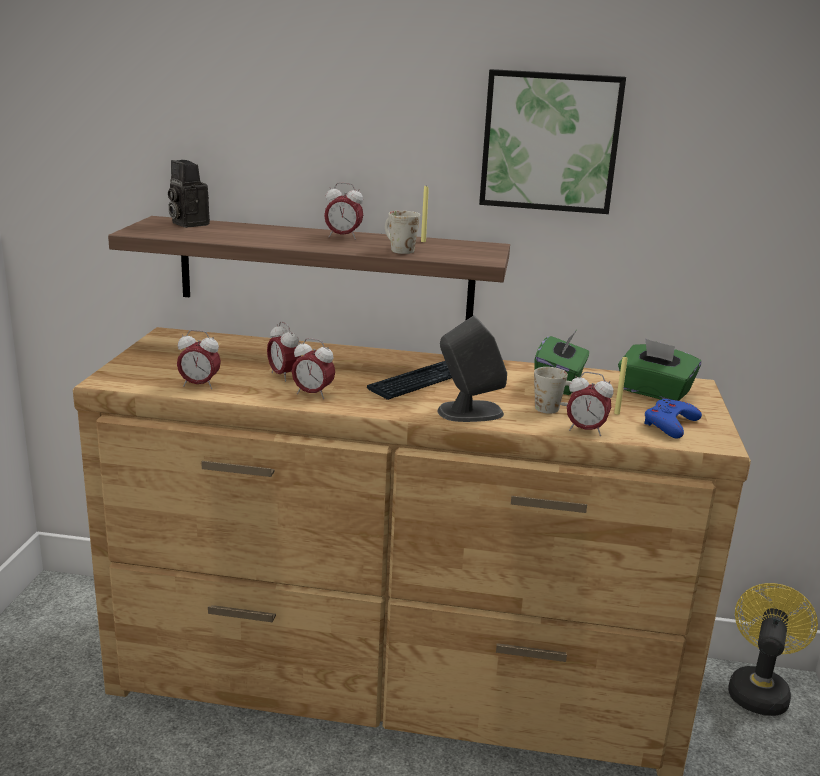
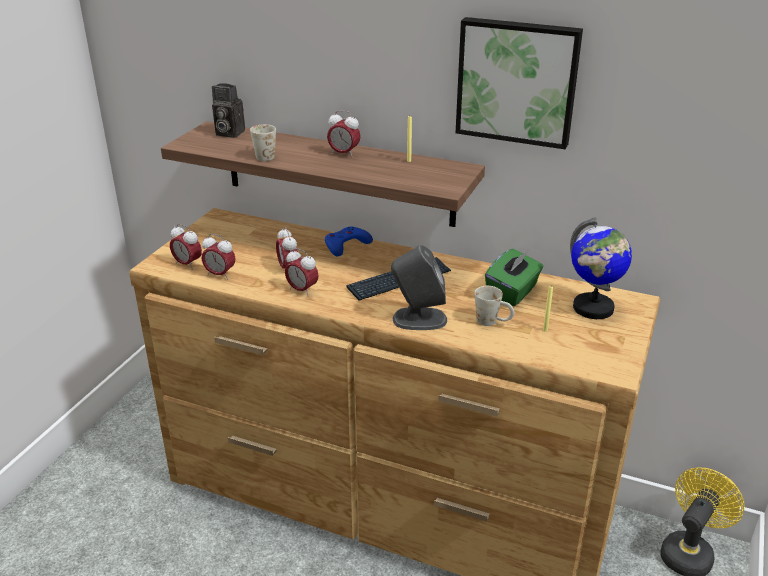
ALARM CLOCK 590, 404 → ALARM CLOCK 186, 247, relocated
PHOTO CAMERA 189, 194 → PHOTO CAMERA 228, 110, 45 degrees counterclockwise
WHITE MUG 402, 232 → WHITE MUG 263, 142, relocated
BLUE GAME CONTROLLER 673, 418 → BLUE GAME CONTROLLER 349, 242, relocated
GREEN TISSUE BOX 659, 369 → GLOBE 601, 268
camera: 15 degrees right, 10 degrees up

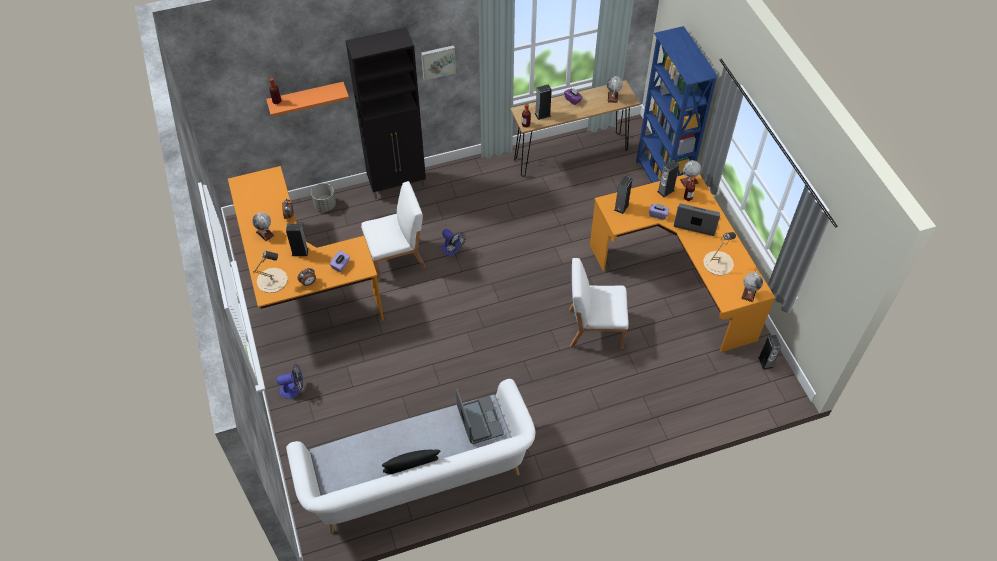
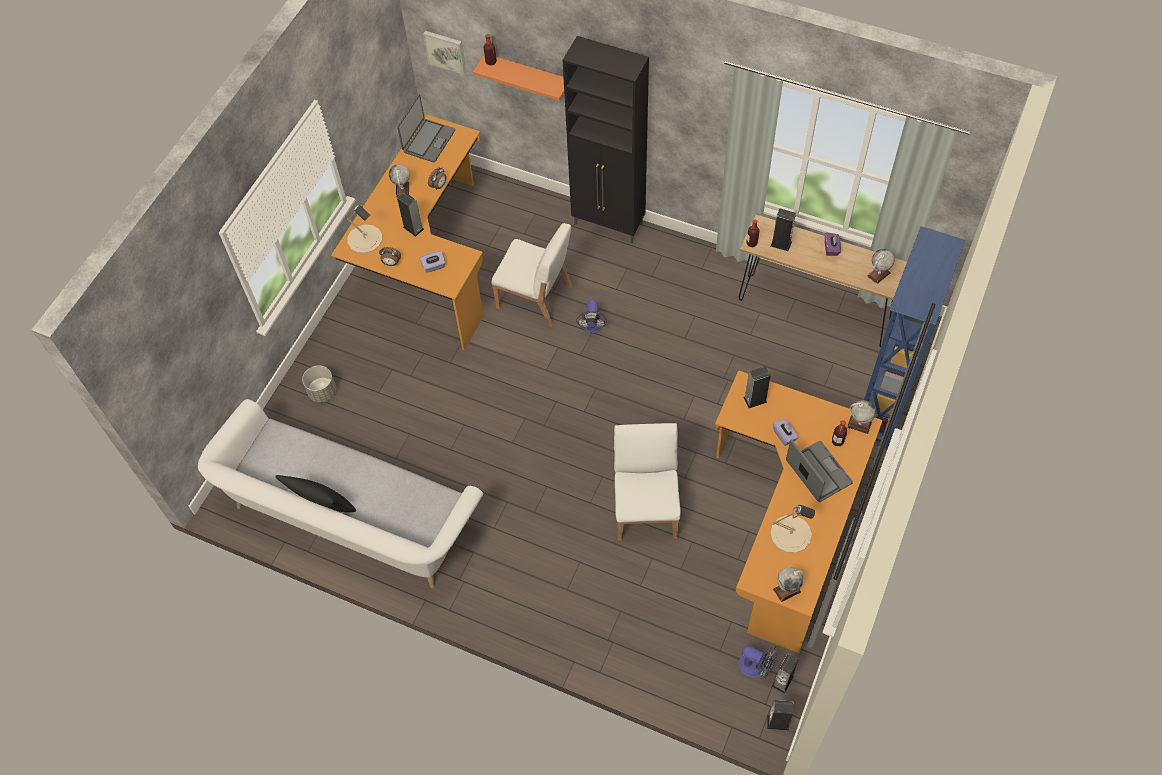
GREY PLANTER 323, 197 → GREY PLANTER 319, 384, relocated
LAPTOP 480, 416 → LAPTOP 426, 128, relocated
PICTURE 438, 63 → PICTURE 444, 52, relocated
WHITE CHAIR 599, 303 → WHITE CHAIR 647, 482, 45 degrees clockwise
FAN 290, 381 → FAN 758, 662, relocated
SPEAKER 668, 178 → SPEAKER 780, 715, relocated
camera: 45 degrees right, 5 degrees up

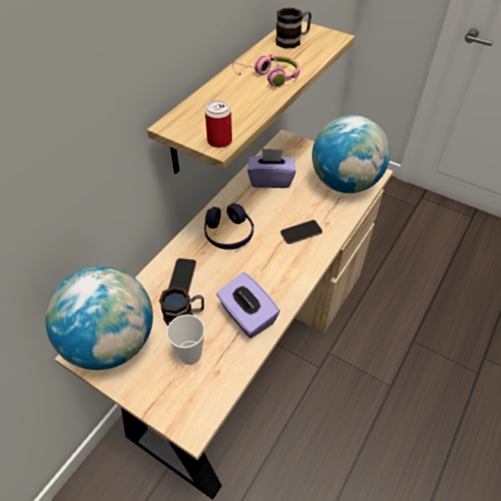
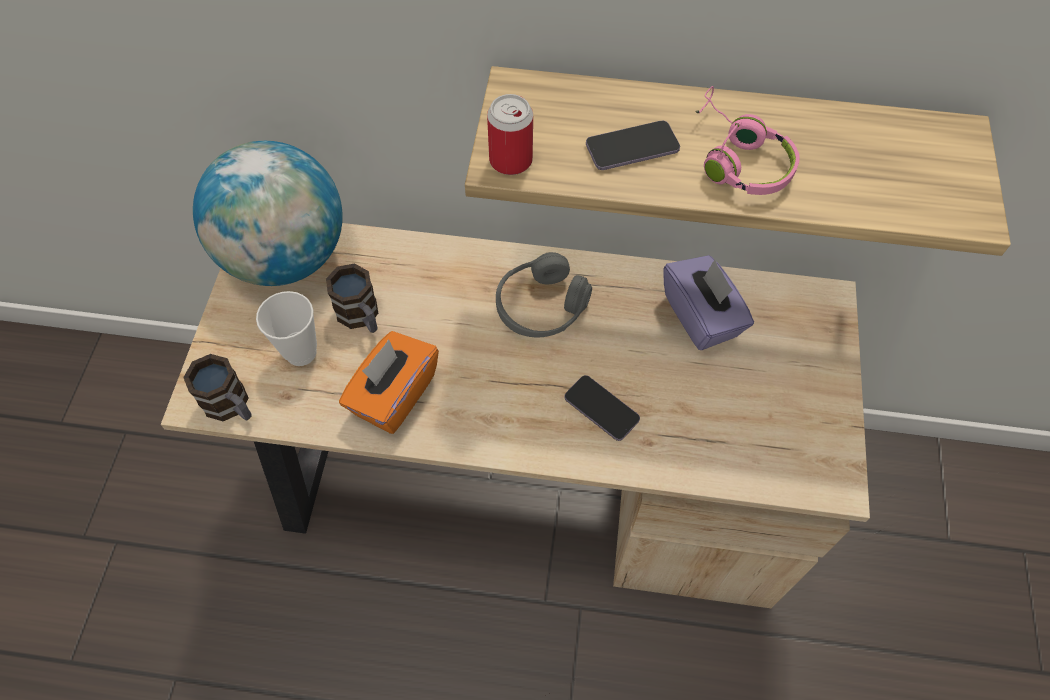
MUG 294, 28 → MUG 217, 387, relocated
PURPLE TISSUE BOX 248, 305 → ORANGE TISSUE BOX 389, 382
PURPLE HEADPHONES 229, 226 → GREY HEADPHONES 544, 295
PHONE 182, 275 → PHONE 633, 145, relocated
GLOBE 351, 154 → -
camera: 65 degrees right, 10 degrees up

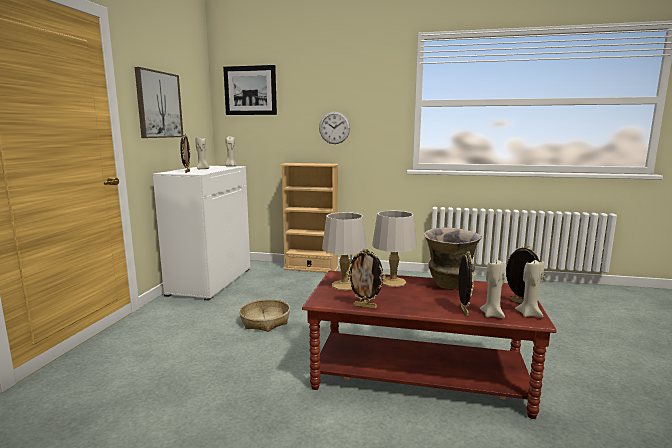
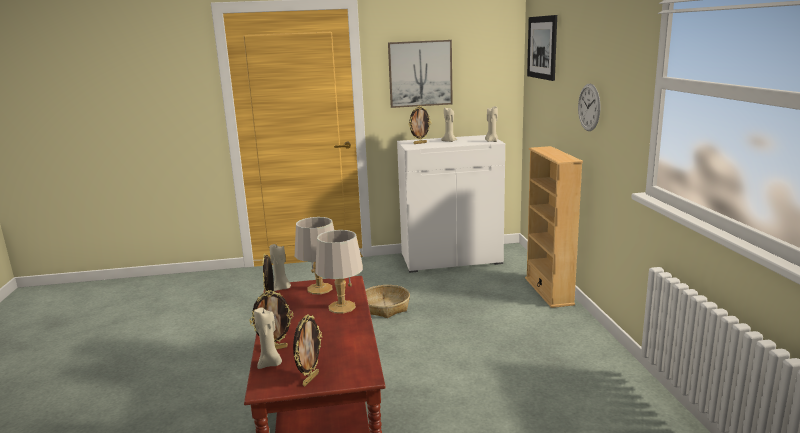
BEIGE CANDLE 529, 289 → BEIGE CANDLE 280, 267, relocated
VASE 453, 258 → -
camera: 70 degrees right, 5 degrees up

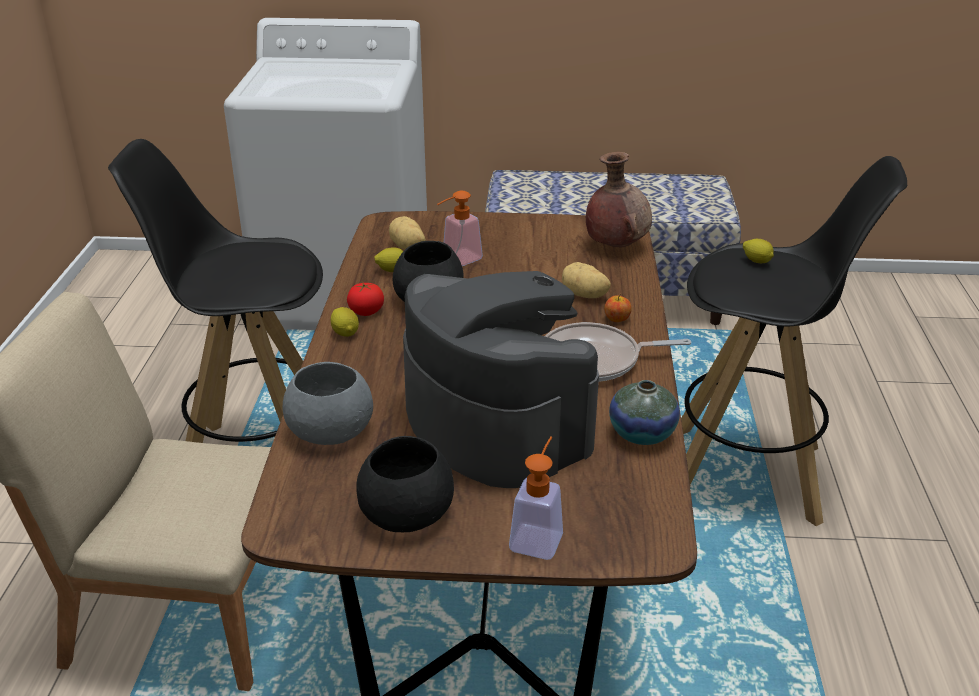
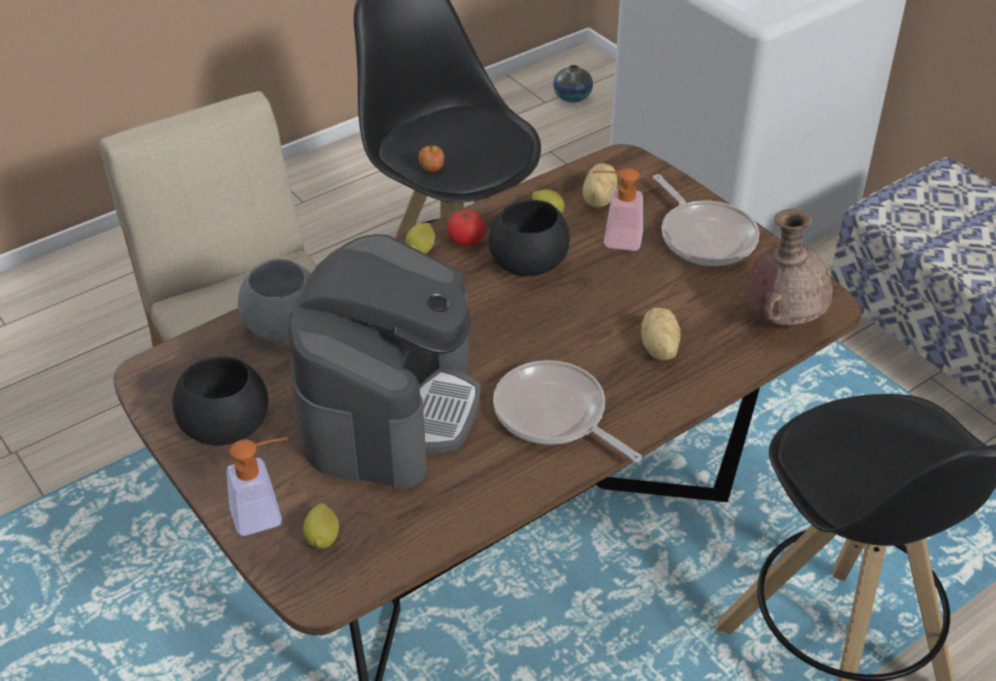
LEMON 758, 251 → LEMON 321, 526, relocated
APPLE 618, 307 → APPLE 431, 158, relocated
VASE 644, 412 → VASE 573, 84, relocated
- → FRYING PAN 706, 220
camera: 50 degrees right, 10 degrees up

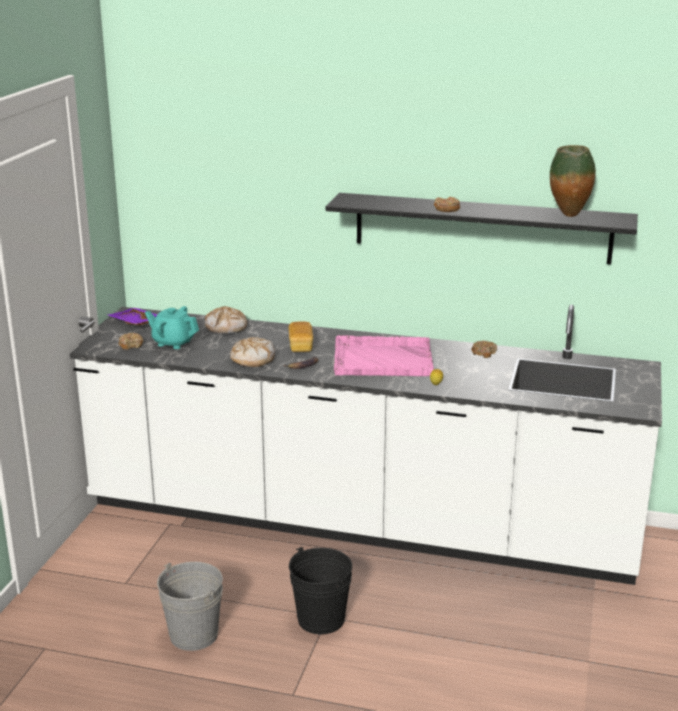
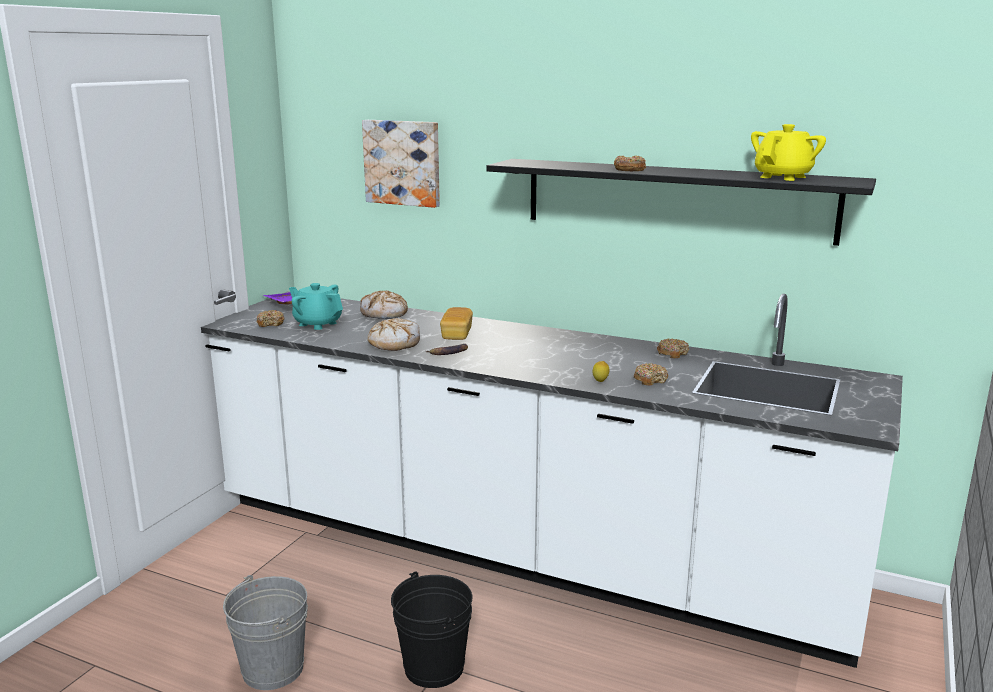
- → PICTURE 401, 164
- → DONUT 651, 374
VASE 573, 181 → YELLOW TEAPOT 788, 152
PINK TRAY 384, 355 → -
camera: 10 degrees right, 5 degrees down

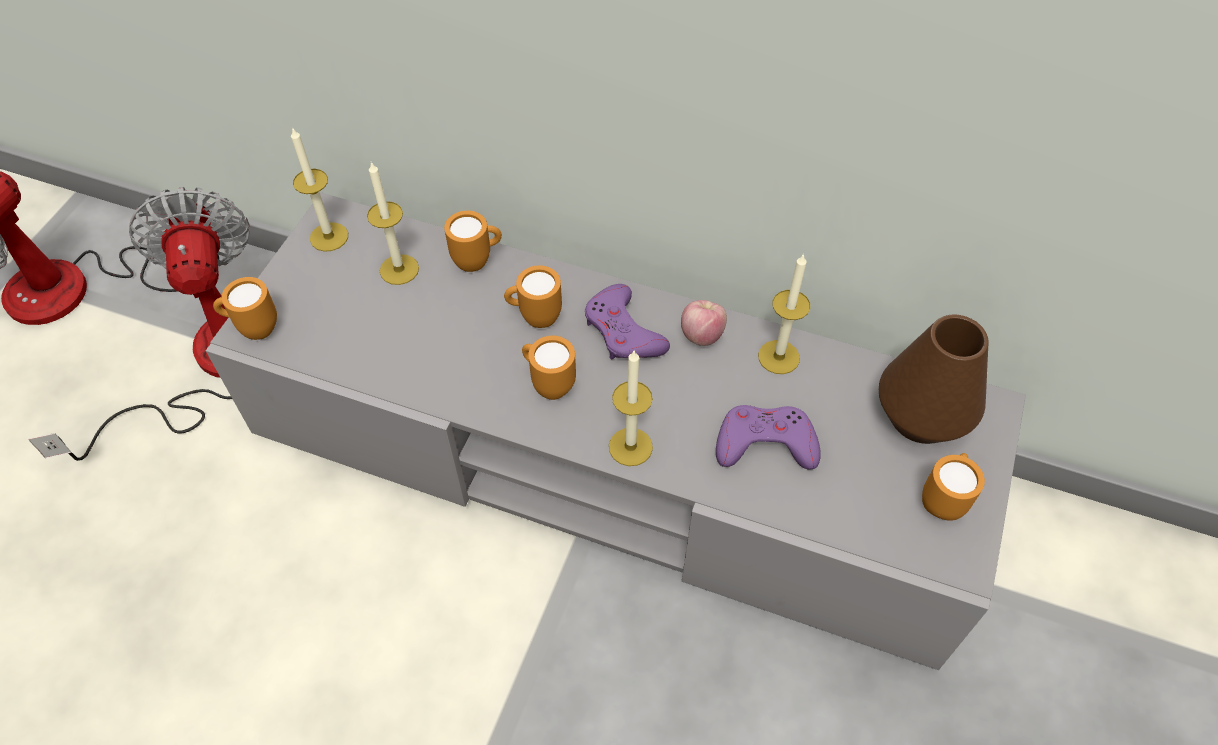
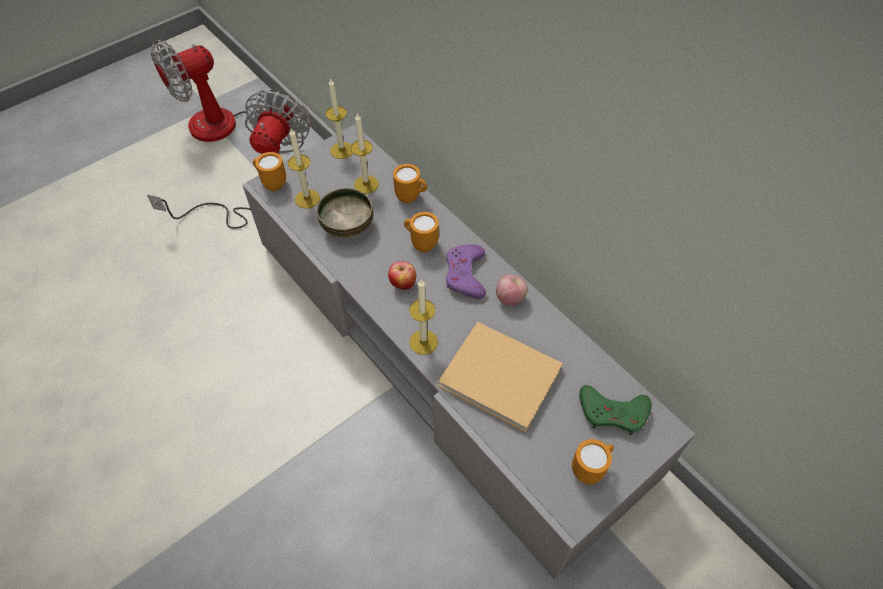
CANDLE 784, 313 → CANDLE 304, 168, relocated
- → BOWL 345, 213
ORANGE MUG 549, 368 → APPLE 402, 275
PURPLE GAME CONTROLLER 768, 437 → BEIGE BOOK 500, 377
BROWN VASE 934, 379 → GREEN GAME CONTROLLER 615, 410
camera: 30 degrees right, 0 degrees up

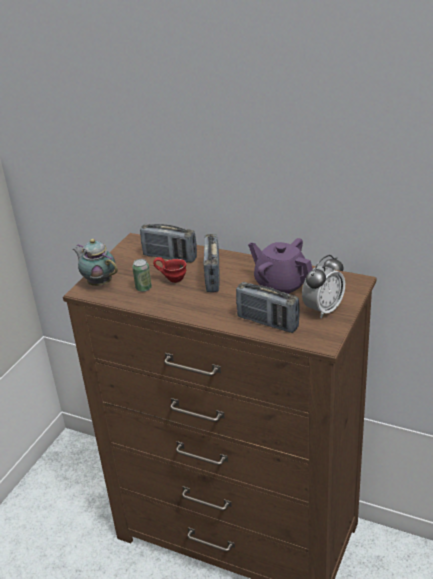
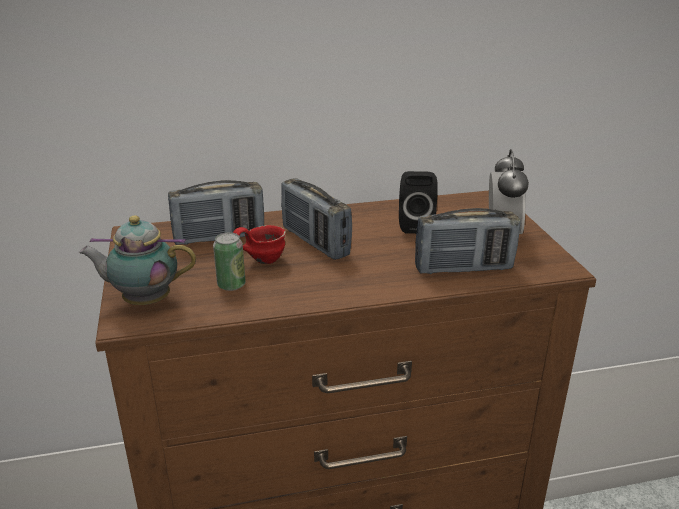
PURPLE TEAPOT 280, 266 → BLACK SPEAKER 418, 202
camera: 40 degrees left, 5 degrees down

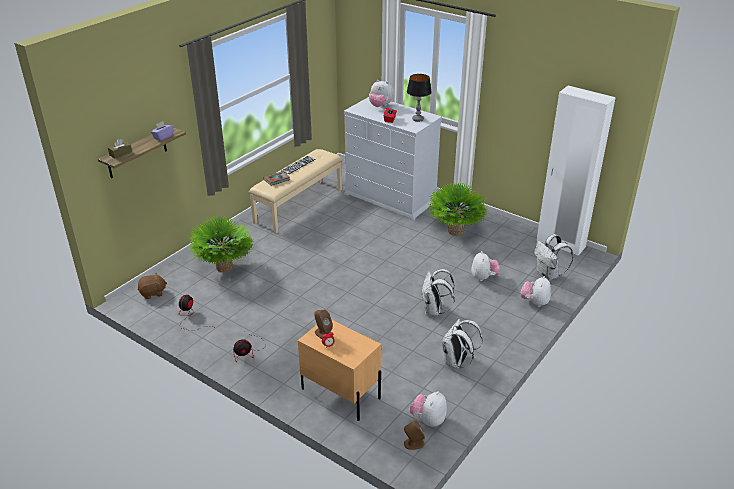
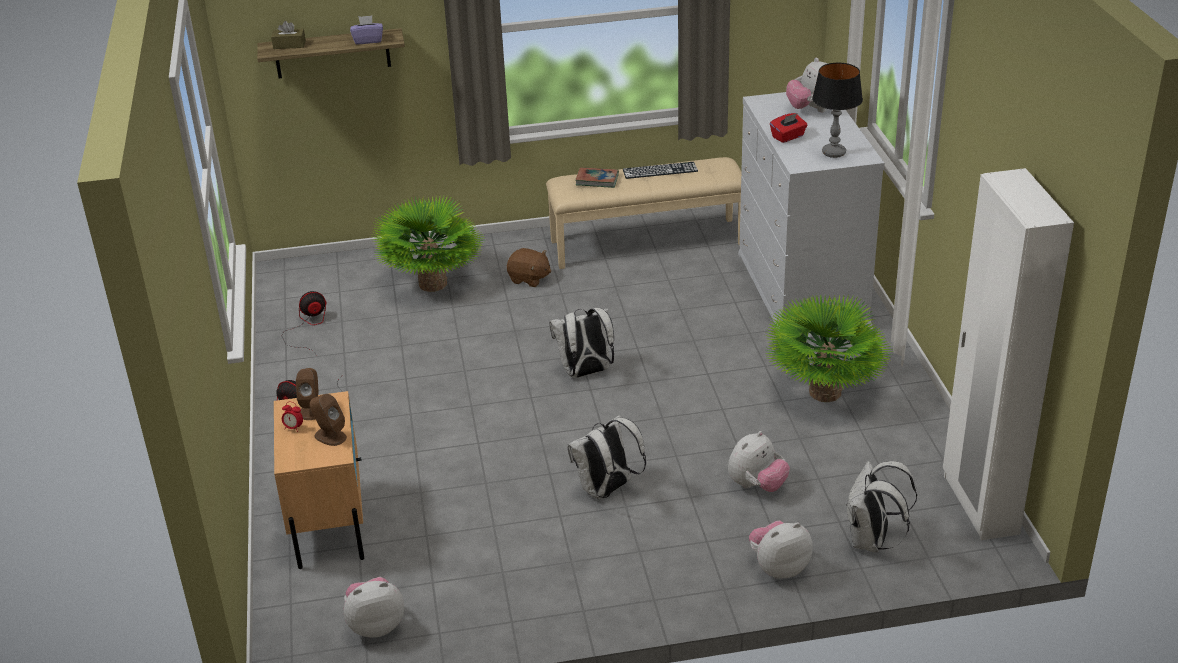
BROWN SPEAKER 414, 435 → BROWN SPEAKER 328, 420, relocated
BROWN PLUSH TOY 152, 286 → BROWN PLUSH TOY 529, 267, relocated
WHITE BACKPACK 462, 344 → WHITE BACKPACK 581, 343, relocated
camera: 45 degrees right, 0 degrees up

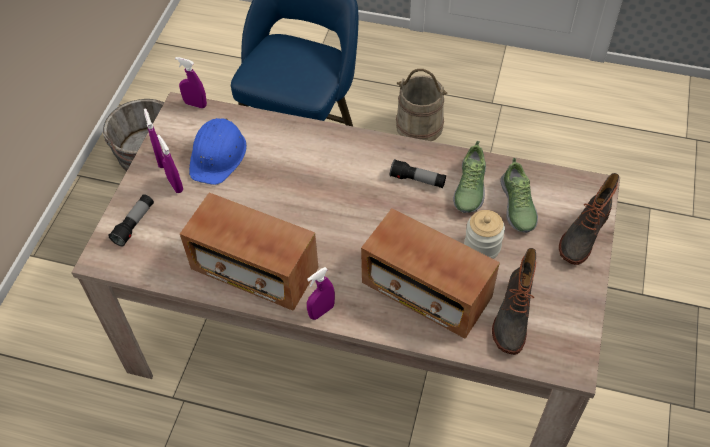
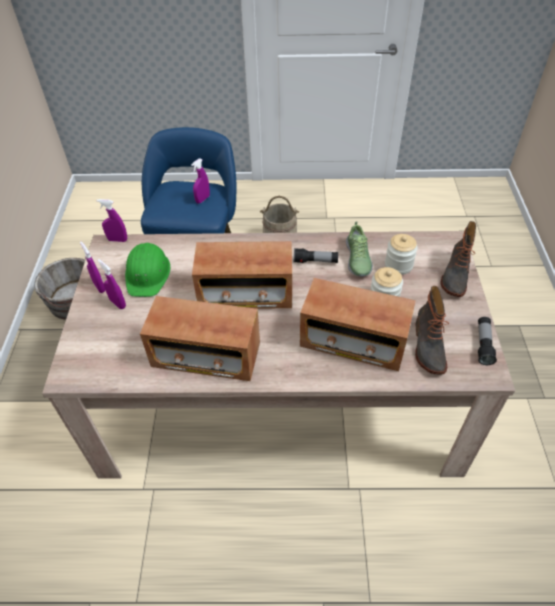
BLUE HARD HAT 218, 151 → GREEN HARD HAT 148, 270
PURPLE SPRAY BOTTLE 321, 293 → PURPLE SPRAY BOTTLE 200, 181, relocated
- → RADIO 242, 275
SHOE 519, 195 → JAR 401, 254
FLASHLIGHT 131, 220 → FLASHLIGHT 487, 341, relocated
camera: 15 degrees left, 5 degrees down

